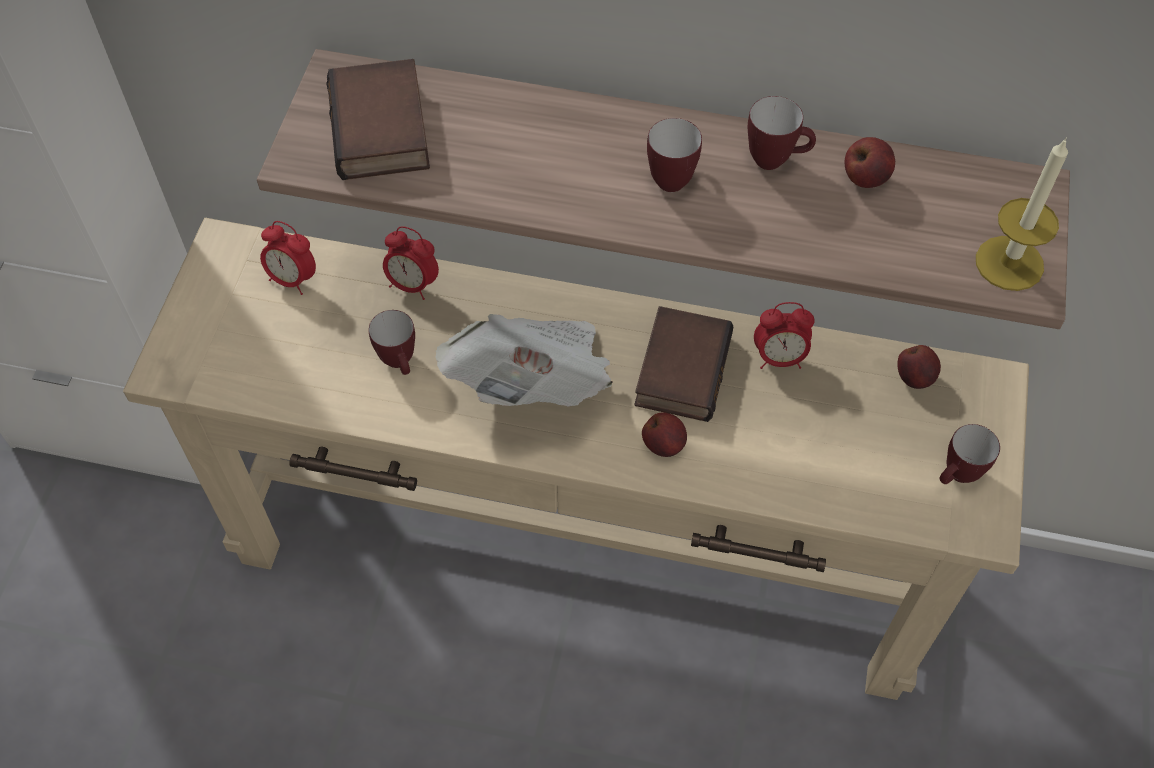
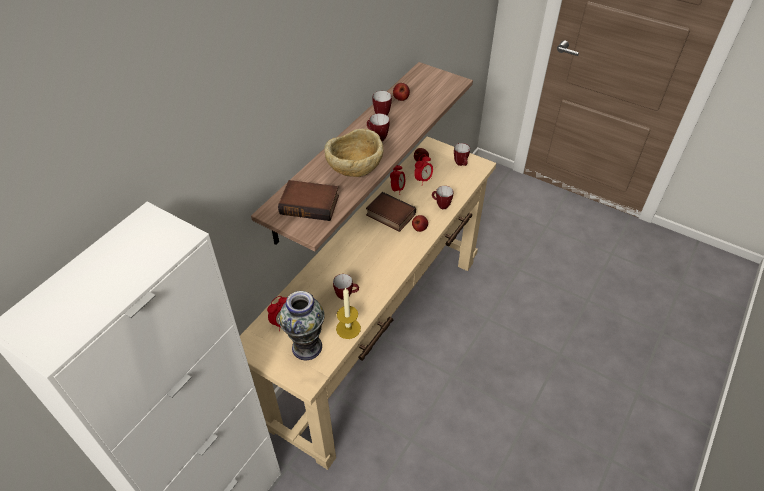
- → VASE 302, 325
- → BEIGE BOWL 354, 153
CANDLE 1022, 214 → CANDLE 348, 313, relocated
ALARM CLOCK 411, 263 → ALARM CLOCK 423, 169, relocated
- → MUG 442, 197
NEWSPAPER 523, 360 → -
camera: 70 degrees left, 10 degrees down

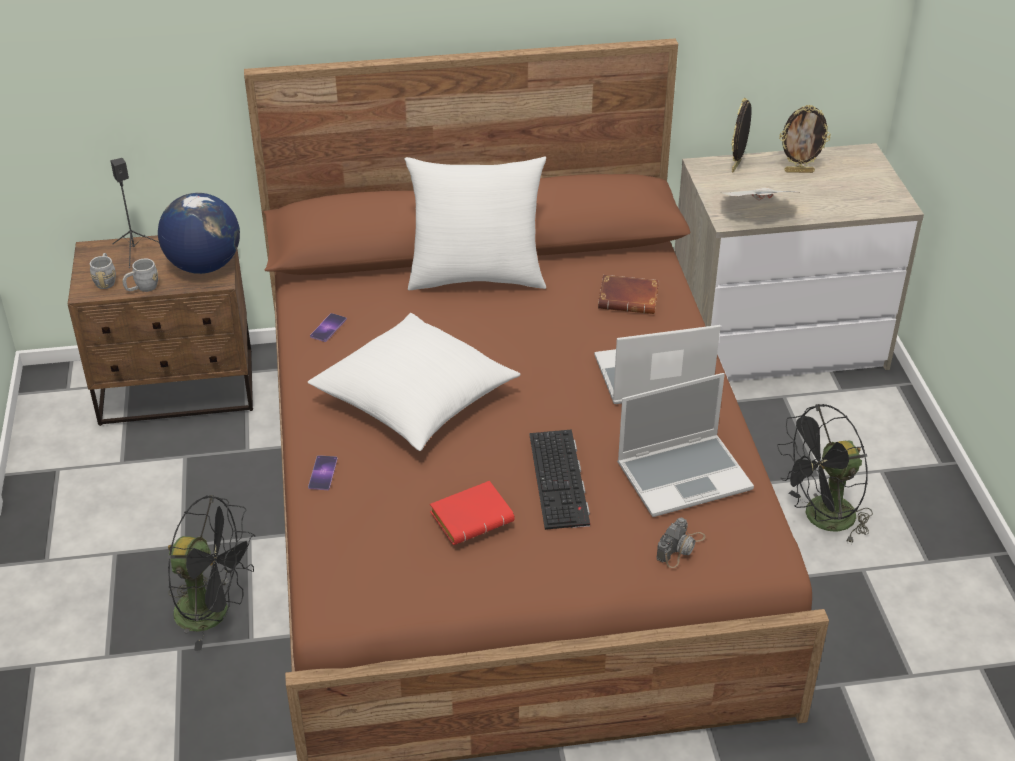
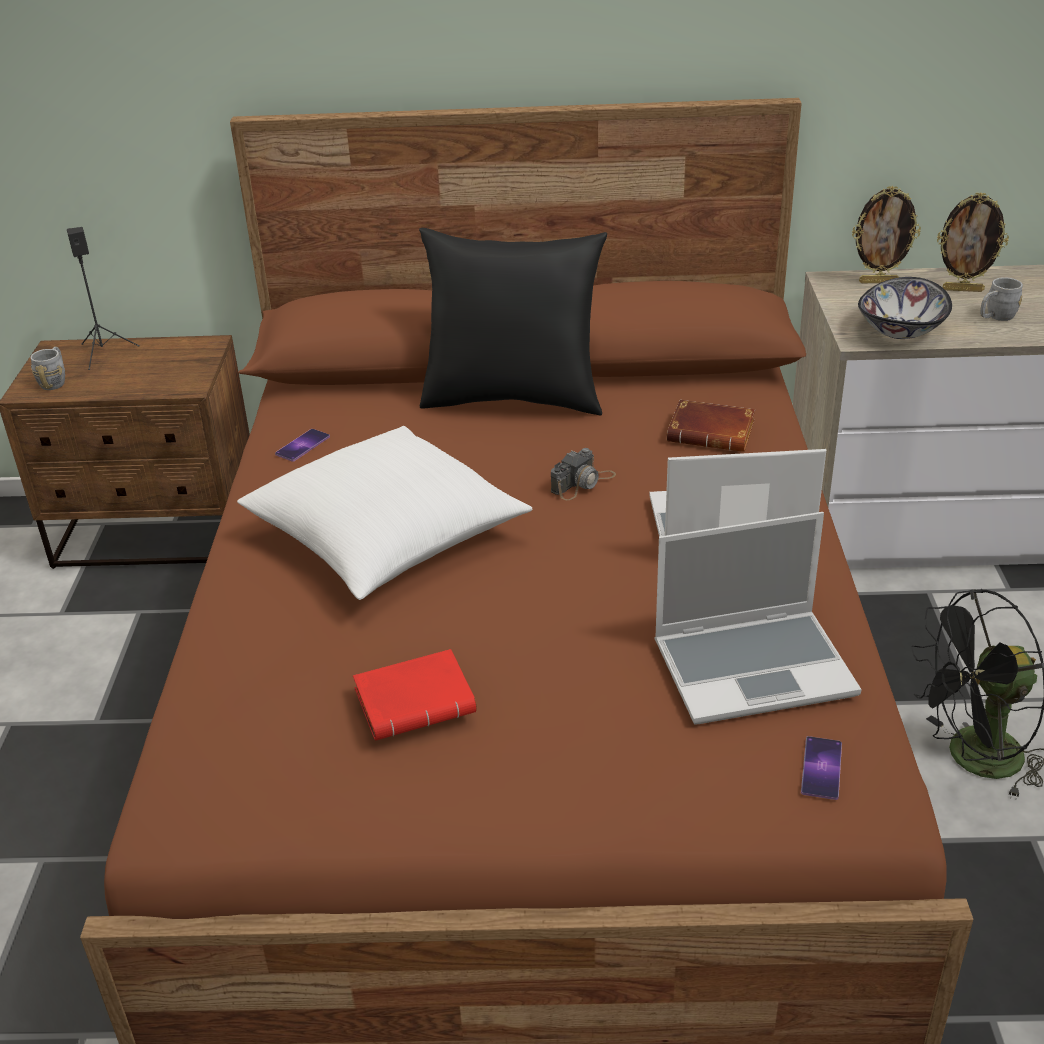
WHITE PILLOW 475, 223 → BLACK PILLOW 513, 322
PHOTO CAMERA 681, 543 → PHOTO CAMERA 583, 474, relocated
PHONE 323, 472 → PHONE 821, 768, relocated
PICTURE FRAME 741, 135 → PICTURE FRAME 886, 234, 120 degrees counterclockwise
NEWSPAPER 759, 194 → BOWL 905, 308
GREY MUG 140, 275 → GREY MUG 1001, 299, relocated
GLOBE 199, 233 → -
BLACK FAN 211, 573 → -
KEYBOARD 559, 479 → -
camera: 10 degrees right, 5 degrees down

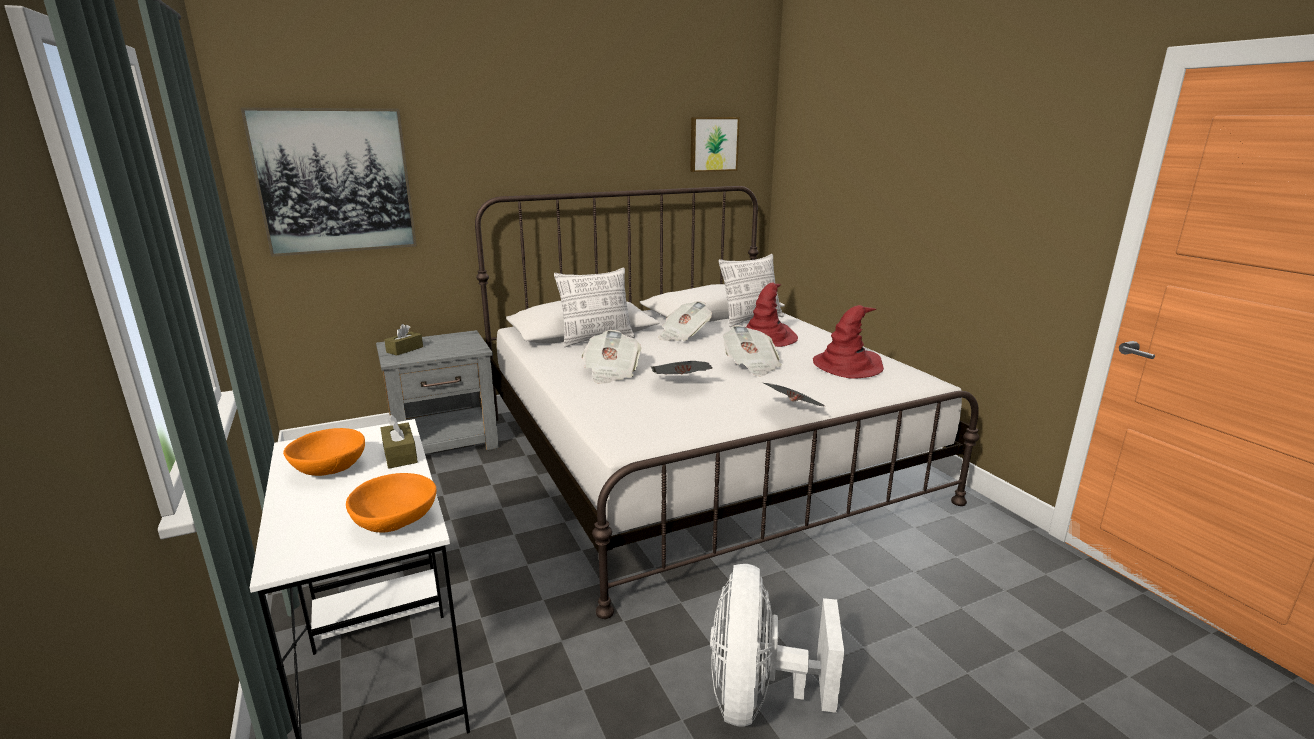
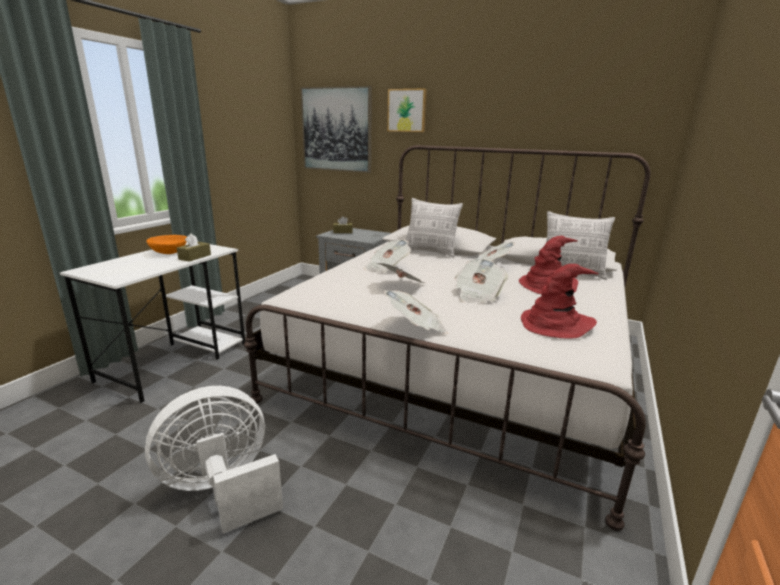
PICTURE 715, 144 → PICTURE 407, 110, relocated
ORANGE BOWL 391, 503 → -
camera: 50 degrees right, 0 degrees up

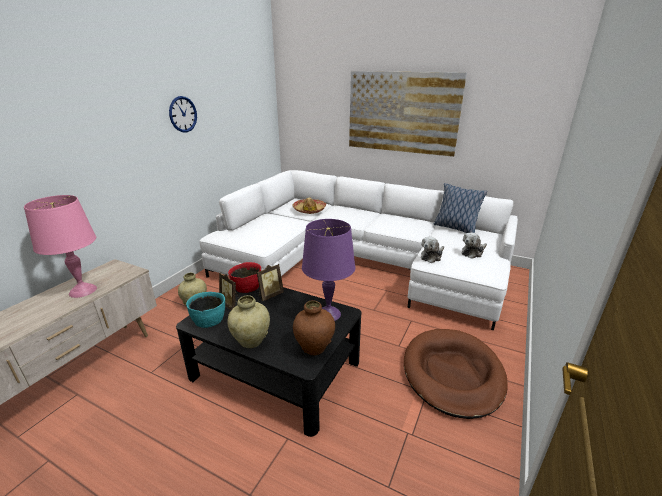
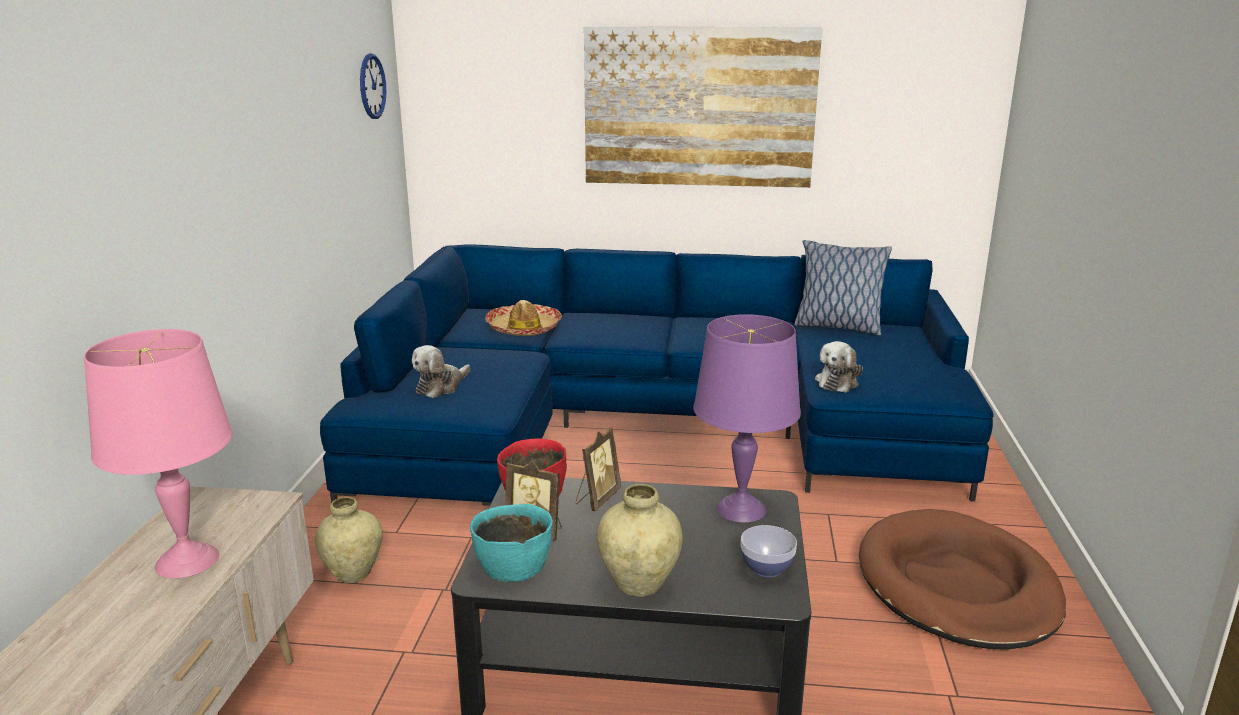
WHITE SOFA 359, 250 → BLUE SOFA 656, 375
WALL CLOCK 183, 114 → WALL CLOCK 373, 86, relocated
PLUSH TOY 474, 246 → PLUSH TOY 441, 371, relocated
BROWN VASE 314, 327 → BOWL 769, 551
camera: 20 degrees left, 5 degrees down

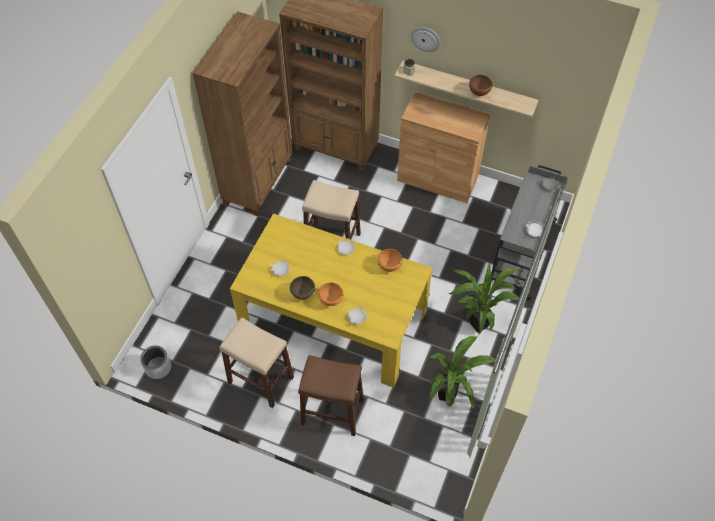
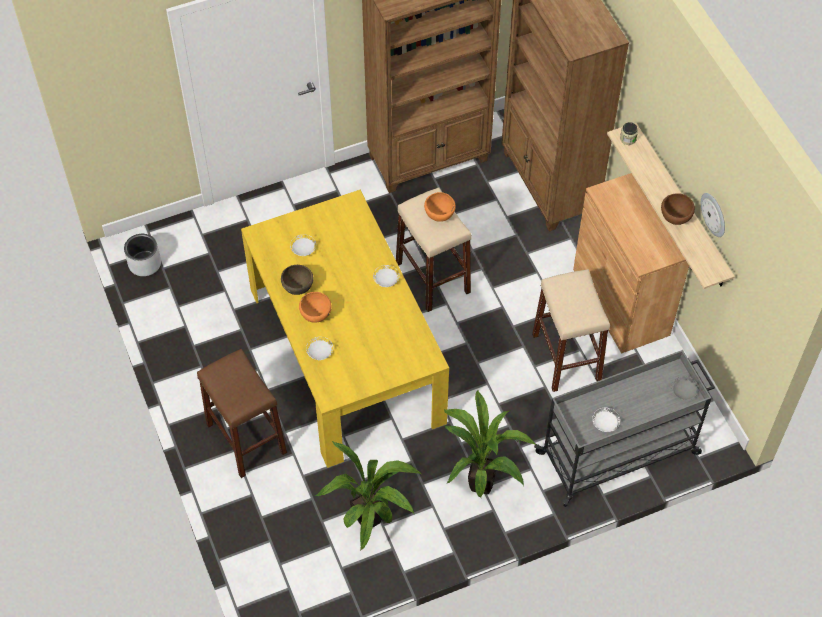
ORANGE BOWL 390, 260 → ORANGE BOWL 440, 207, relocated
BEIGE STOOL 256, 362 → BEIGE STOOL 571, 330, relocated
WALL CLOCK 425, 39 → WALL CLOCK 713, 215, relocated
camera: 45 degrees right, 0 degrees up

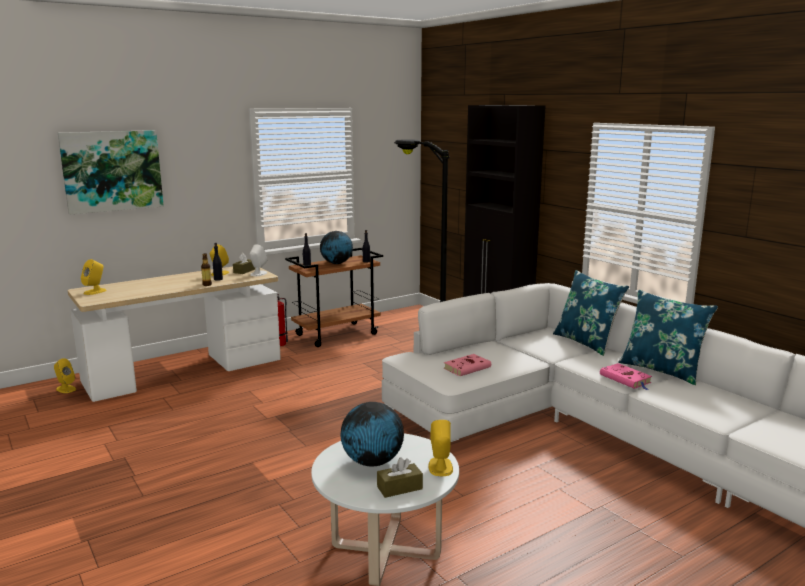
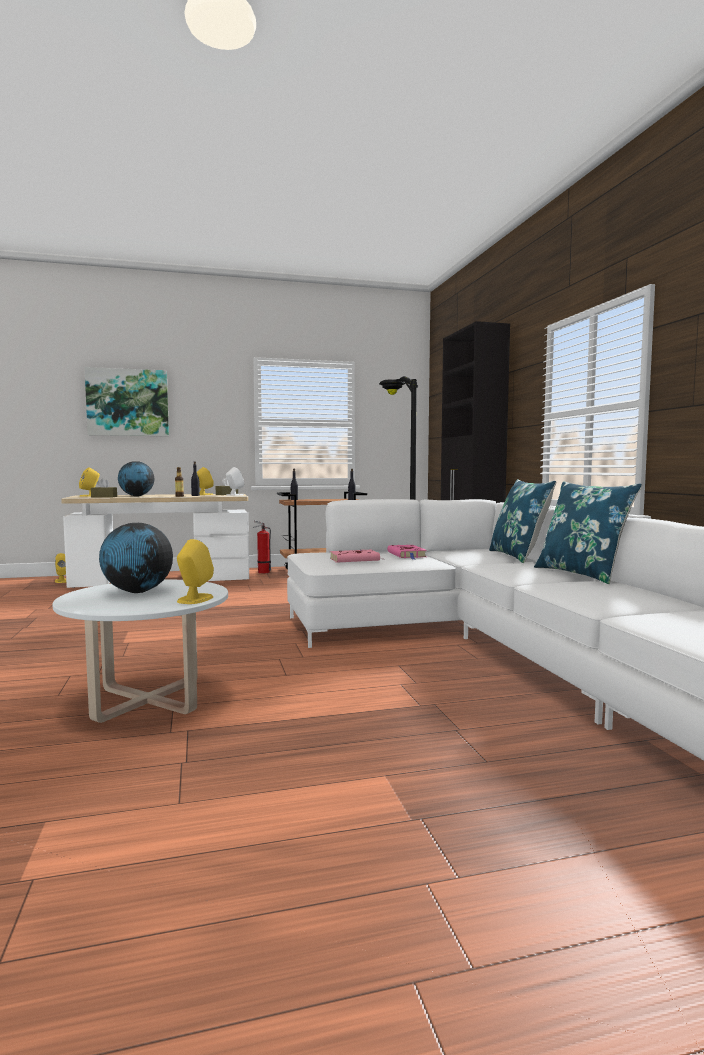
BROWN TISSUE BOX 400, 477 → BROWN TISSUE BOX 104, 487, relocated
GLOBE 336, 247 → GLOBE 136, 478, relocated
PINK BOOK 626, 376 → PINK BOOK 407, 552, relocated
camera: 20 degrees right, 10 degrees down

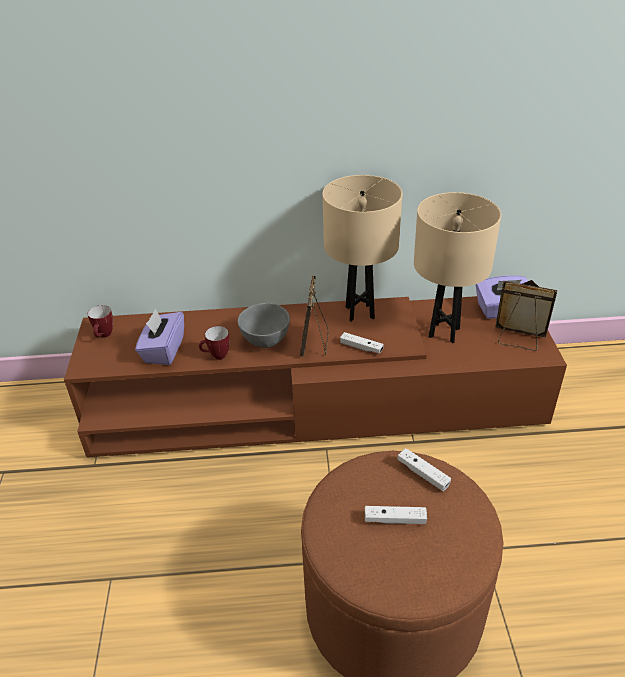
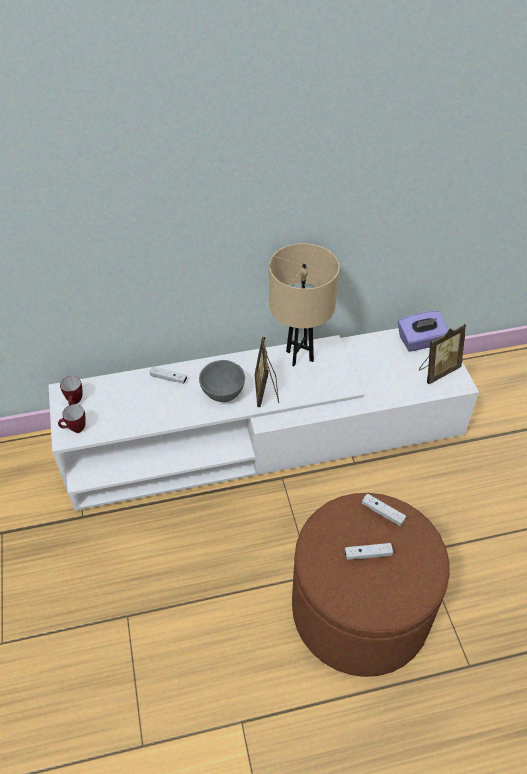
BROWN TV STAND 315, 376 → WHITE TV STAND 263, 419
MUG 214, 343 → MUG 72, 418, relocated
WHITE GAME CONTROLLER 361, 342 → WHITE GAME CONTROLLER 168, 375, relocated
PICTURE FRAME 526, 315 → PICTURE FRAME 442, 354, 135 degrees clockwise
PURPLE TISSUE BOX 159, 337 → -
BEIGE TABLE LAMP 457, 267 → -
camera: 10 degrees left, 10 degrees up

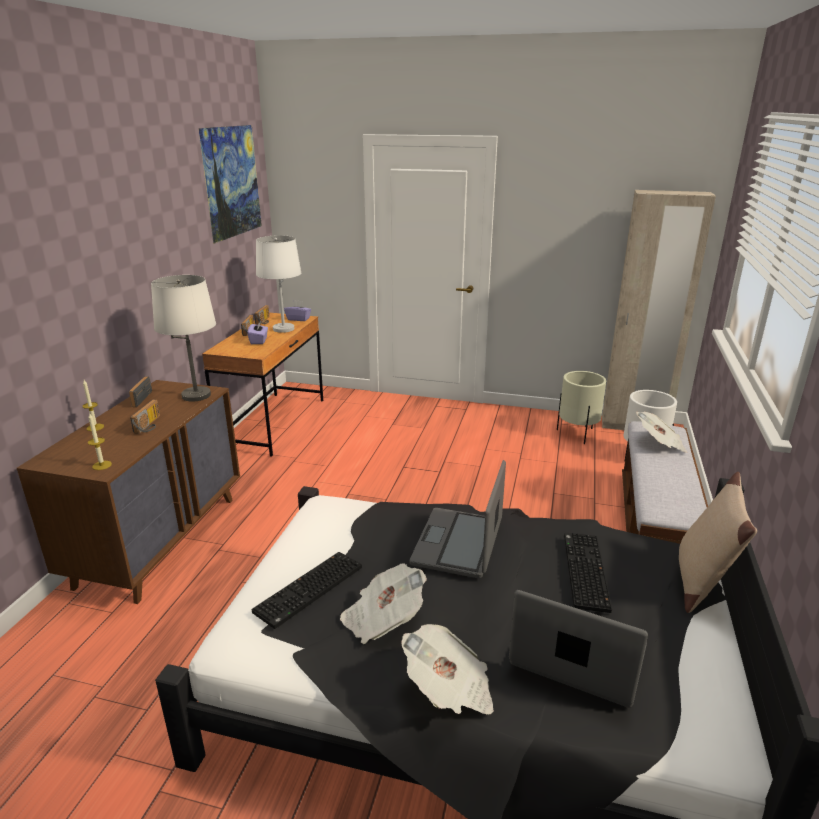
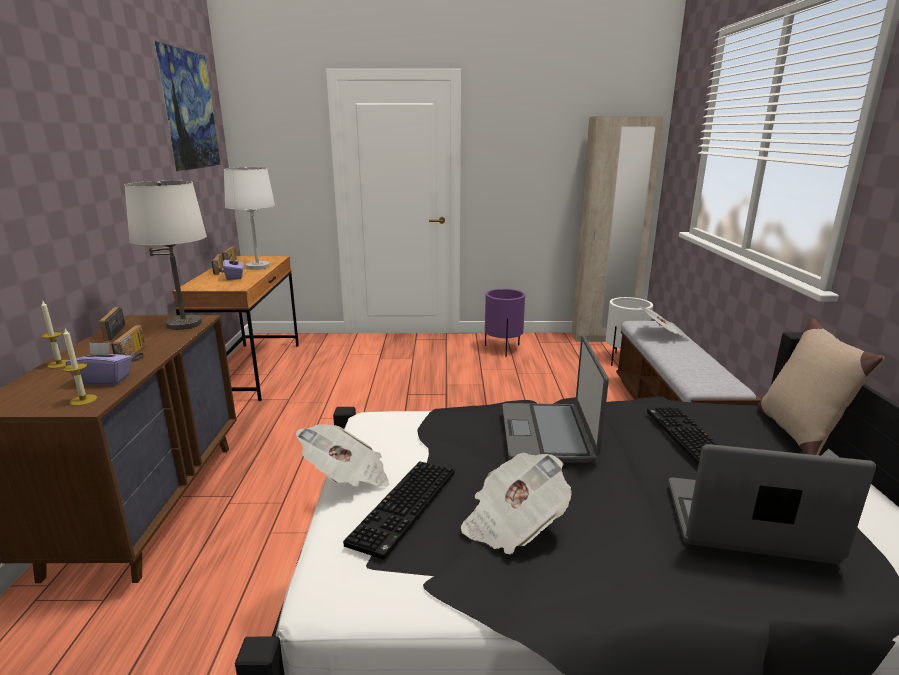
PURPLE TISSUE BOX 297, 310 → PURPLE TISSUE BOX 99, 363, relocated
NEWSPAPER 447, 669 → NEWSPAPER 343, 455, relocated
- → PURPLE PLANTER 505, 323
BEIGE PLANTER 581, 407 → -
camera: 15 degrees left, 5 degrees down

